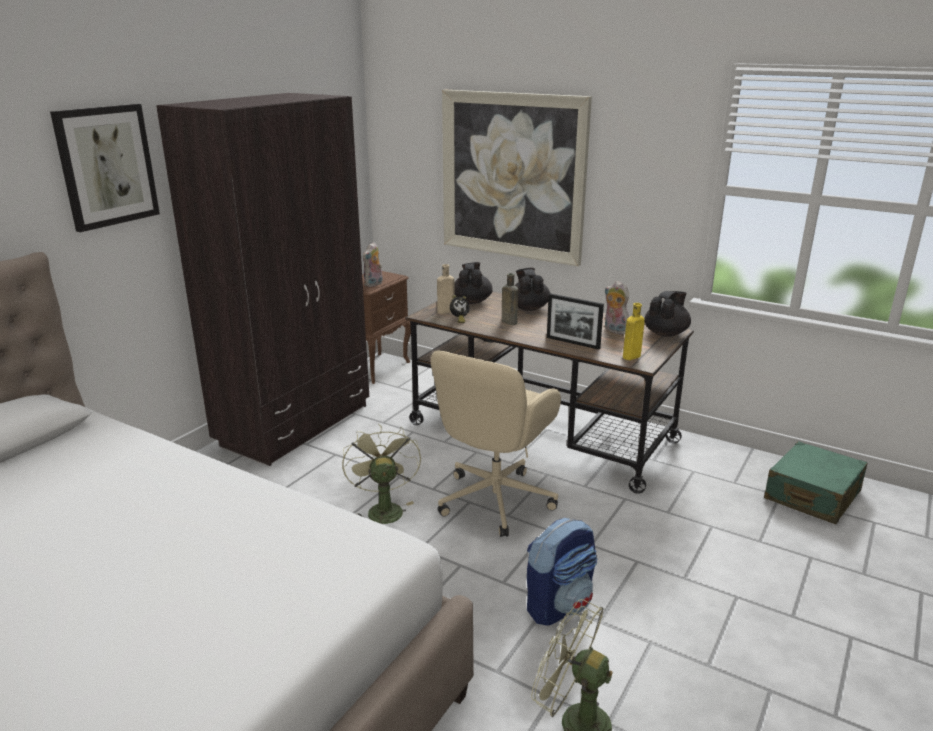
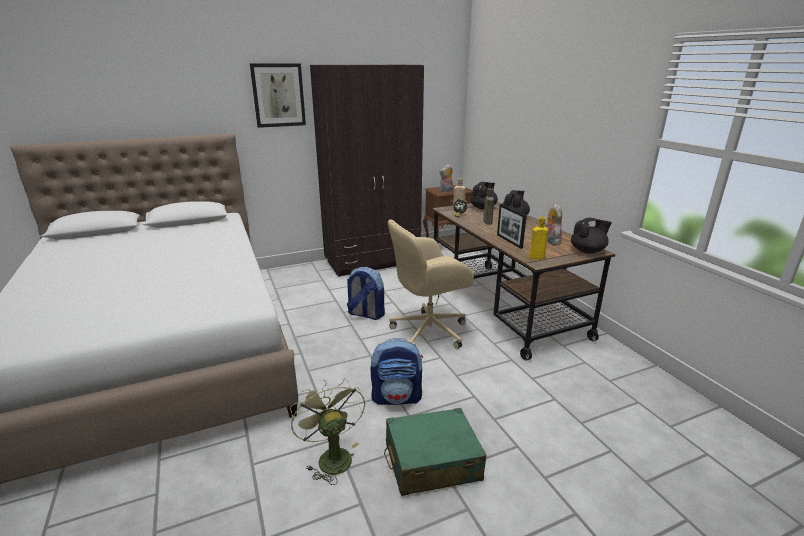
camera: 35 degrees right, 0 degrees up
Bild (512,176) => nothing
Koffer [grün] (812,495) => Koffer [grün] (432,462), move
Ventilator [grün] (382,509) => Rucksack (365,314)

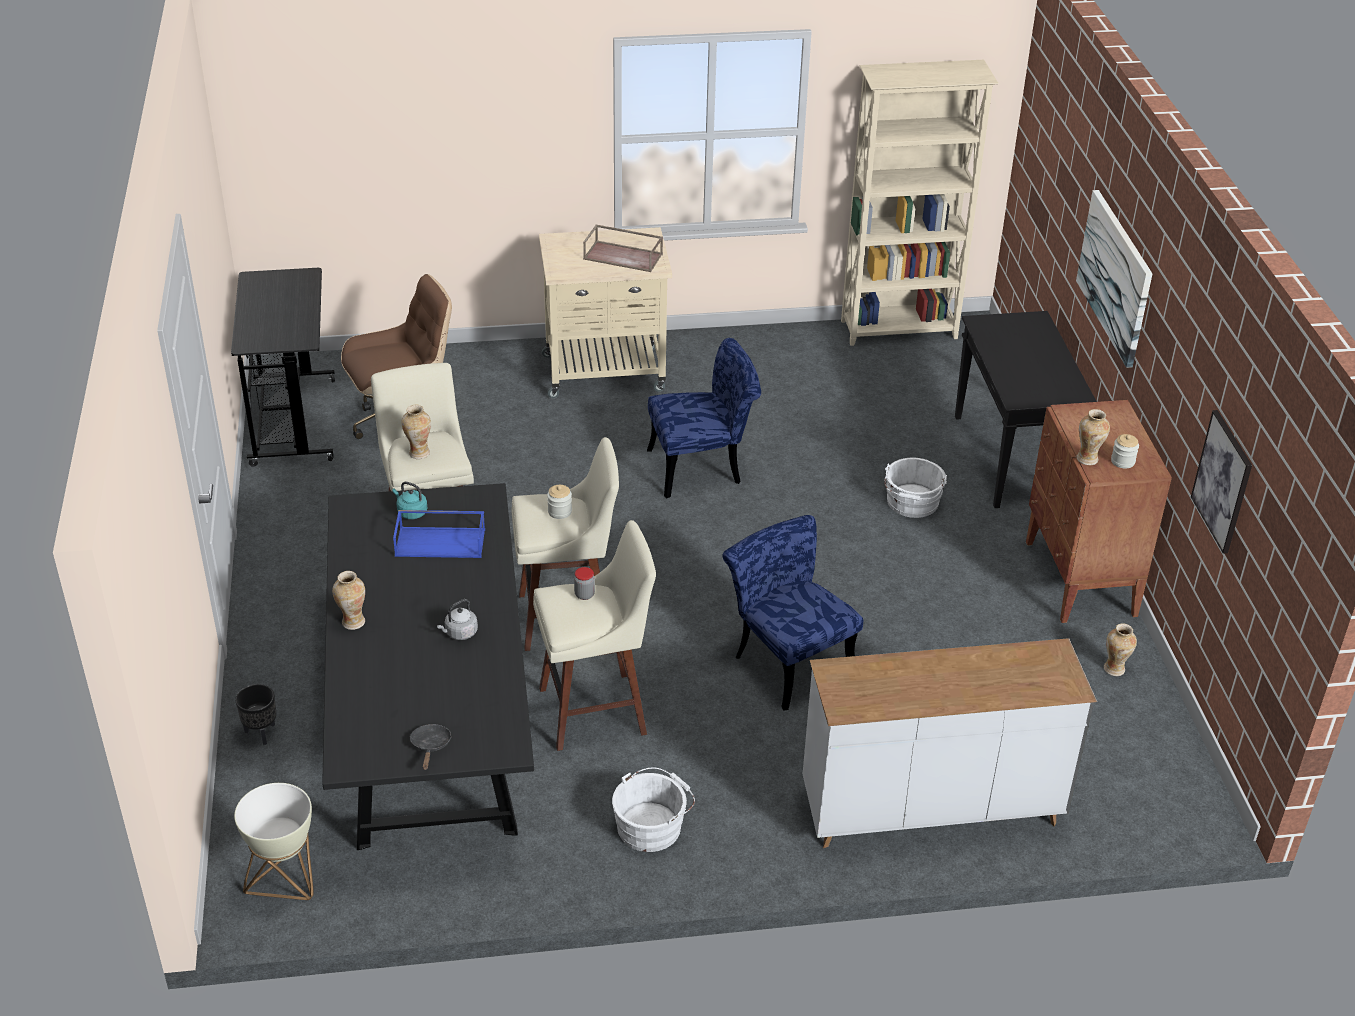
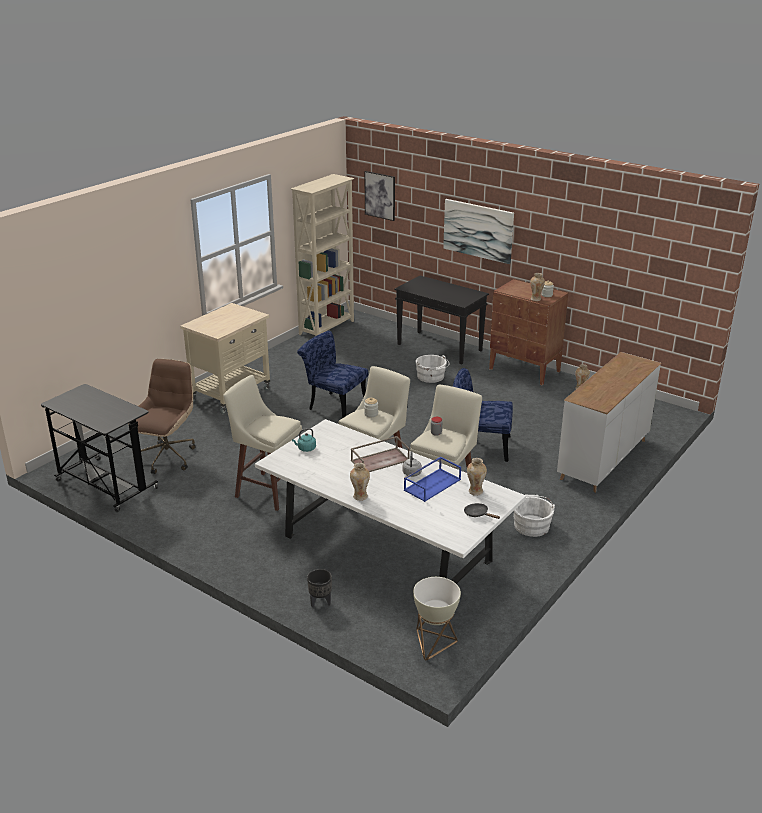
camera: 45 degrees left, 10 degrees down
Tablett [blau] (441,542) => Tablett [blau] (432,484), move
Vase (418,453) => Vase (475,491), move
Tablett [braun] (624,256) => Tablett [braun] (380,460), move
Bild (1222,481) => Bild (380,195), move
Esstisch [schwarz] (433,720) => Esstisch [weiß] (386,548)
Stuhl [blau] (703,467) => Stuhl [blau] (333,405), 90 degrees counterclockwise

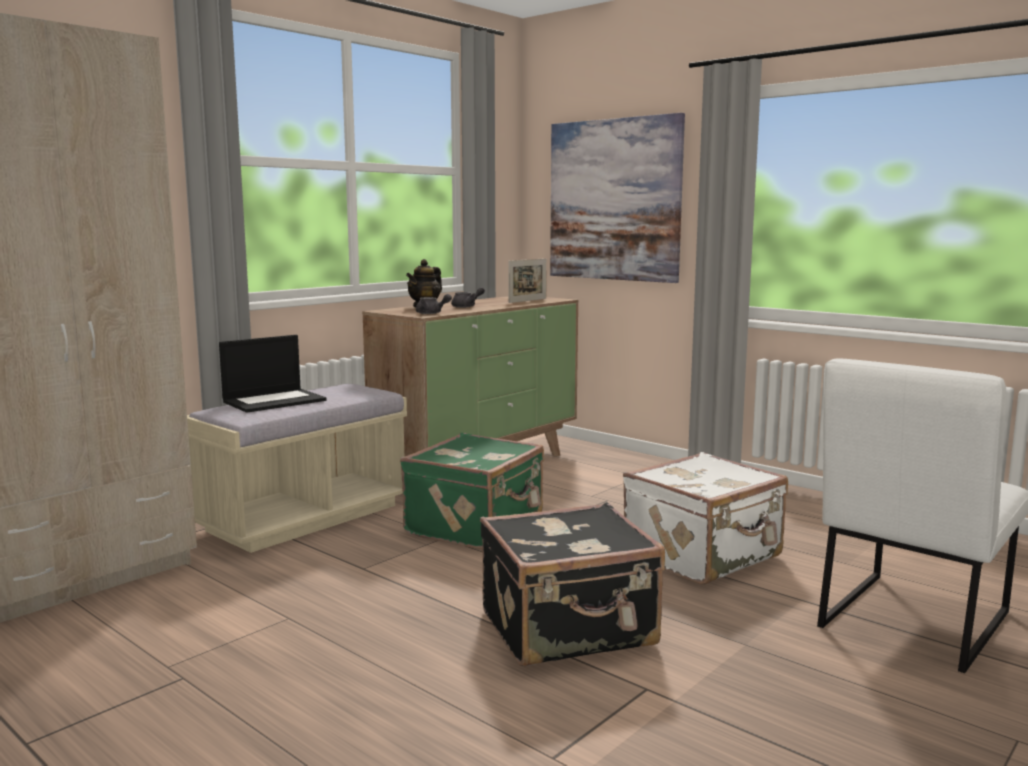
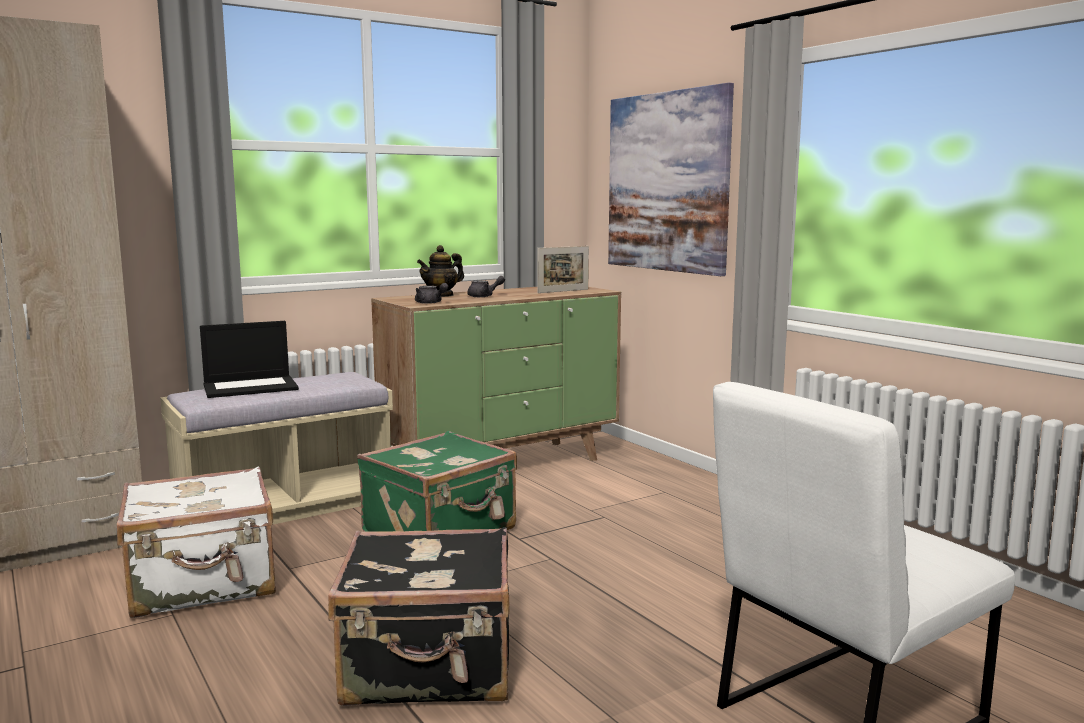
camera: 15 degrees right, 0 degrees up
Koffer [weiß] (704,556) => Koffer [weiß] (204,584), move

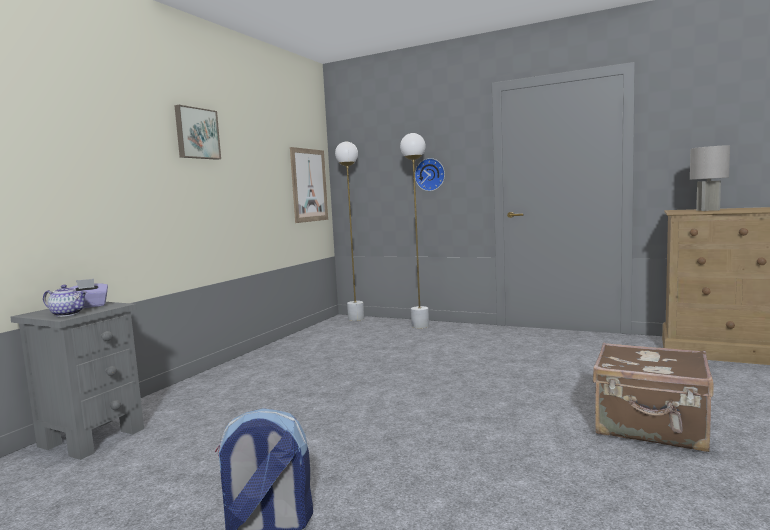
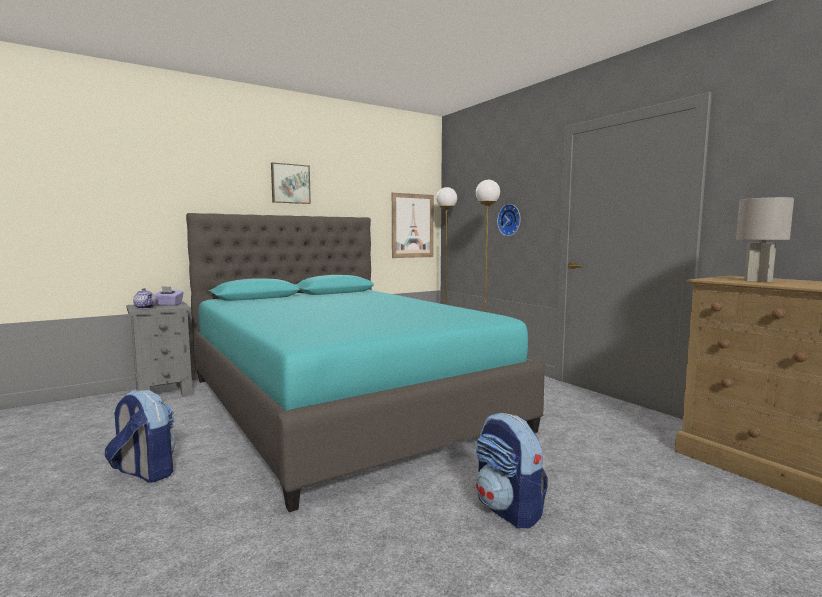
camera: 30 degrees right, 0 degrees up
nothing => Bett [türkis] (343,402)
Koffer [braun] (651,427) => Rucksack (508,509)

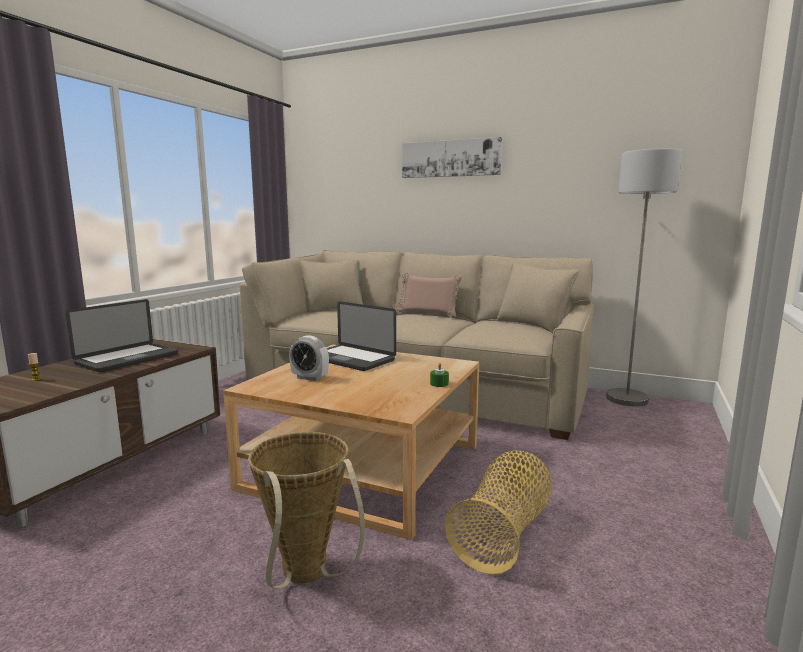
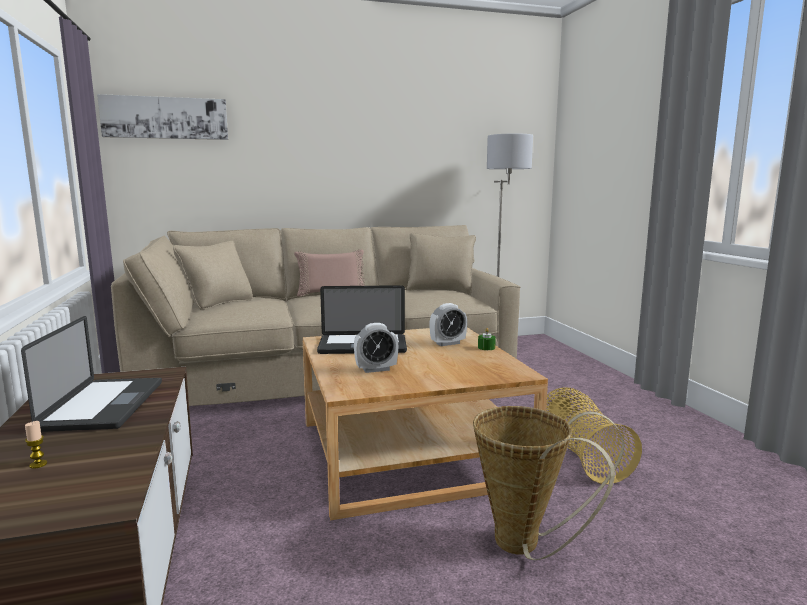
camera: 40 degrees left, 0 degrees up
nothing => Wecker (448,343)
Bild (450,158) => Bild (165,118), move

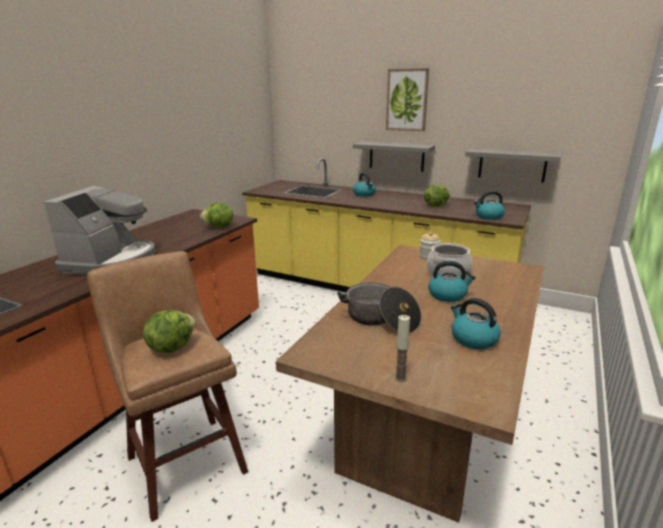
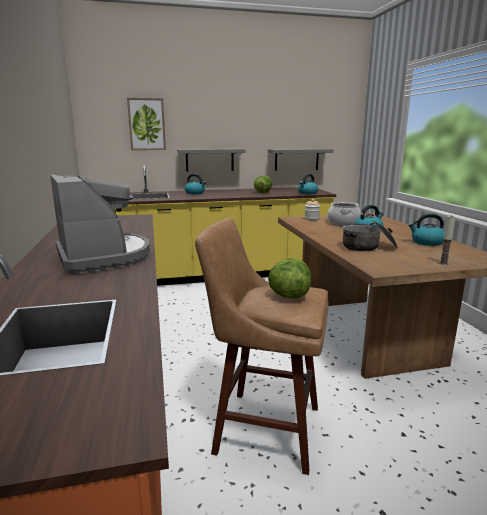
camera: 40 degrees left, 5 degrees down
Salatkopf (219,227) => nothing
Bild (407,100) => Bild (147,124), move

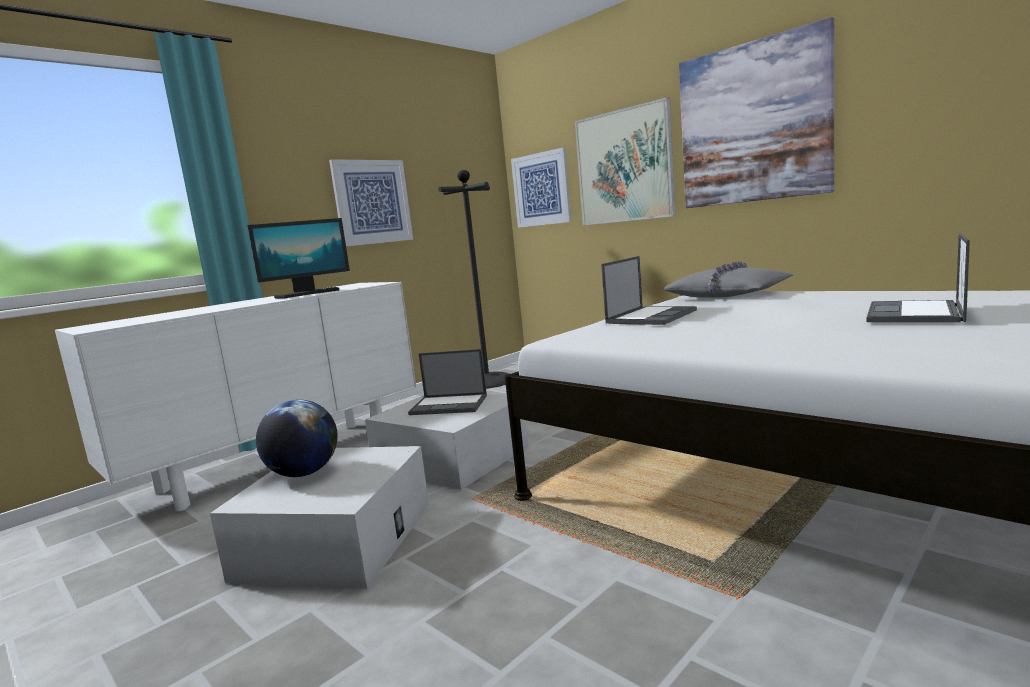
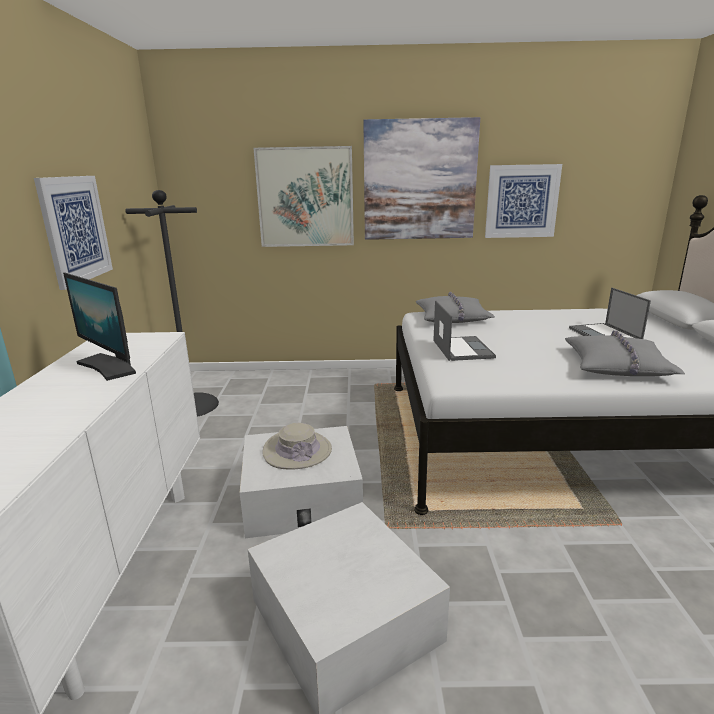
camera: 45 degrees left, 10 degrees up
Globus (304,473) => nothing
nothing => Kissen [grau] (617,366)
Bild (541,189) => Bild (522,201), move
Laptop (450,405) => Hut [beige] (297,450)
Monitor (308,293) => Monitor (109,366), 120 degrees clockwise

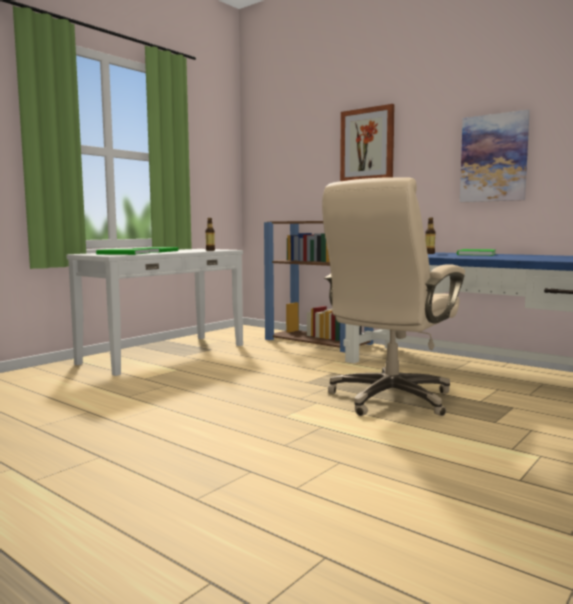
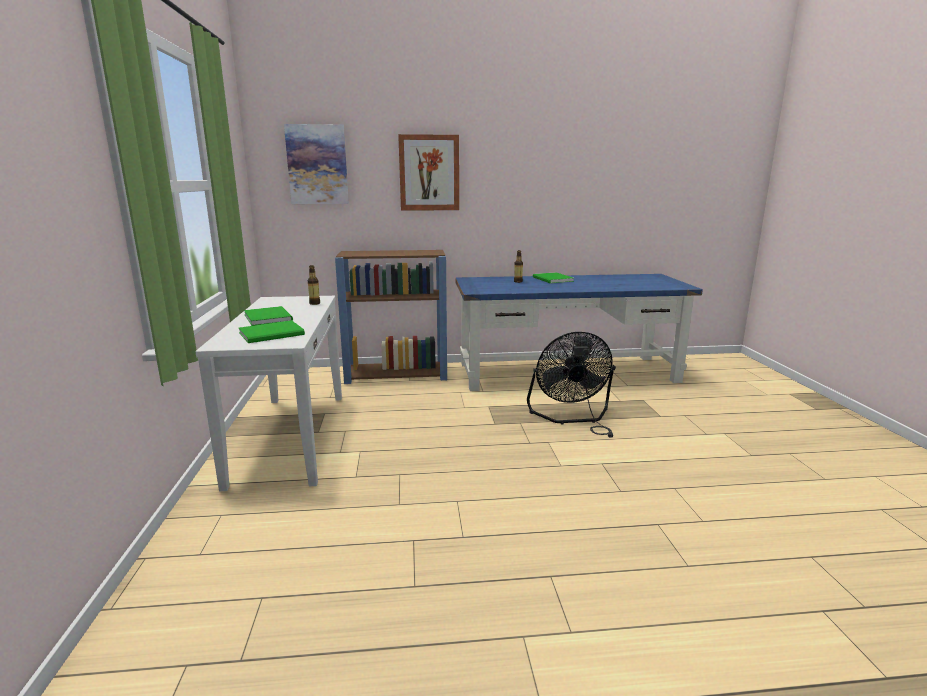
camera: 45 degrees left, 10 degrees up
Bild (494,158) => Bild (317,165), move
Bürostuhl [beige] (392,398) => Ventilator [schwarz] (576,417)

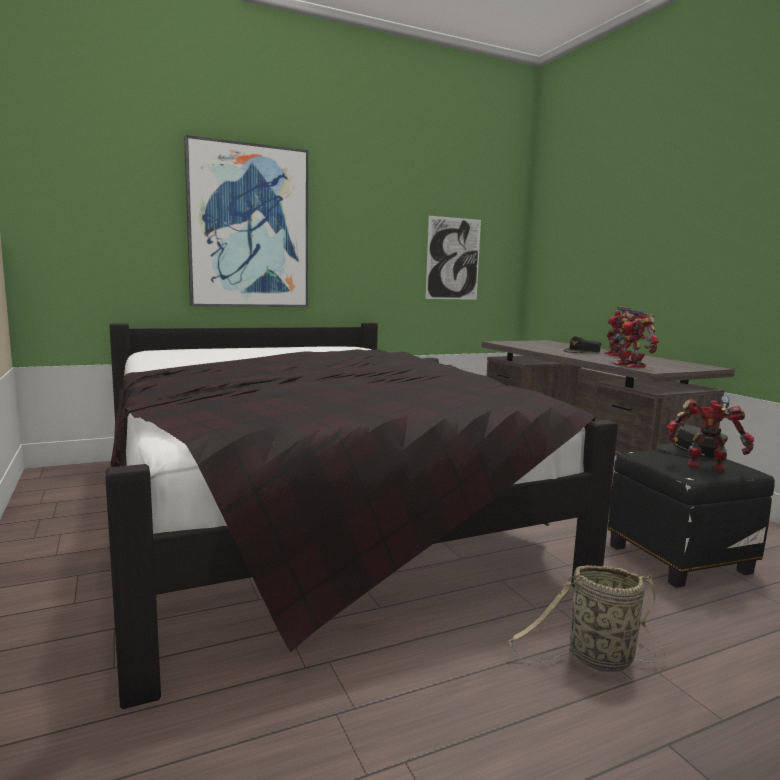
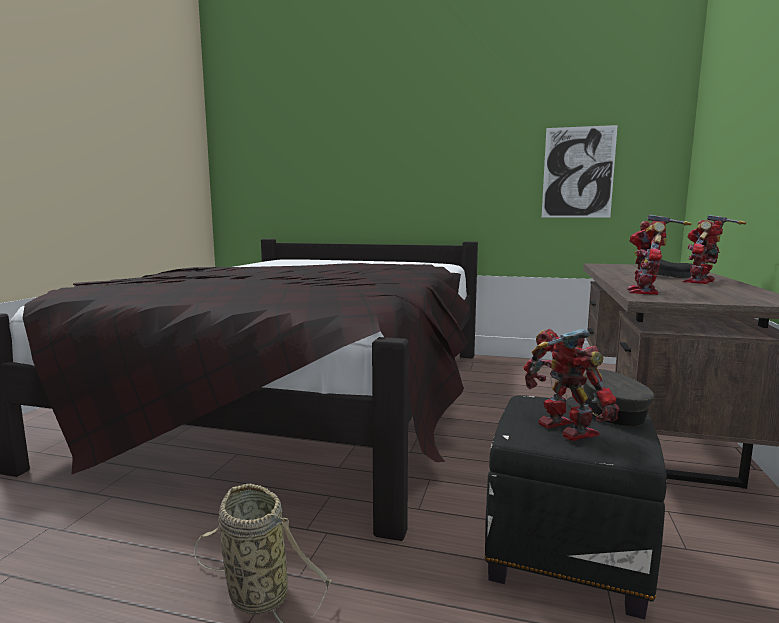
camera: 40 degrees right, 0 degrees up
Bild (248,227) => nothing

